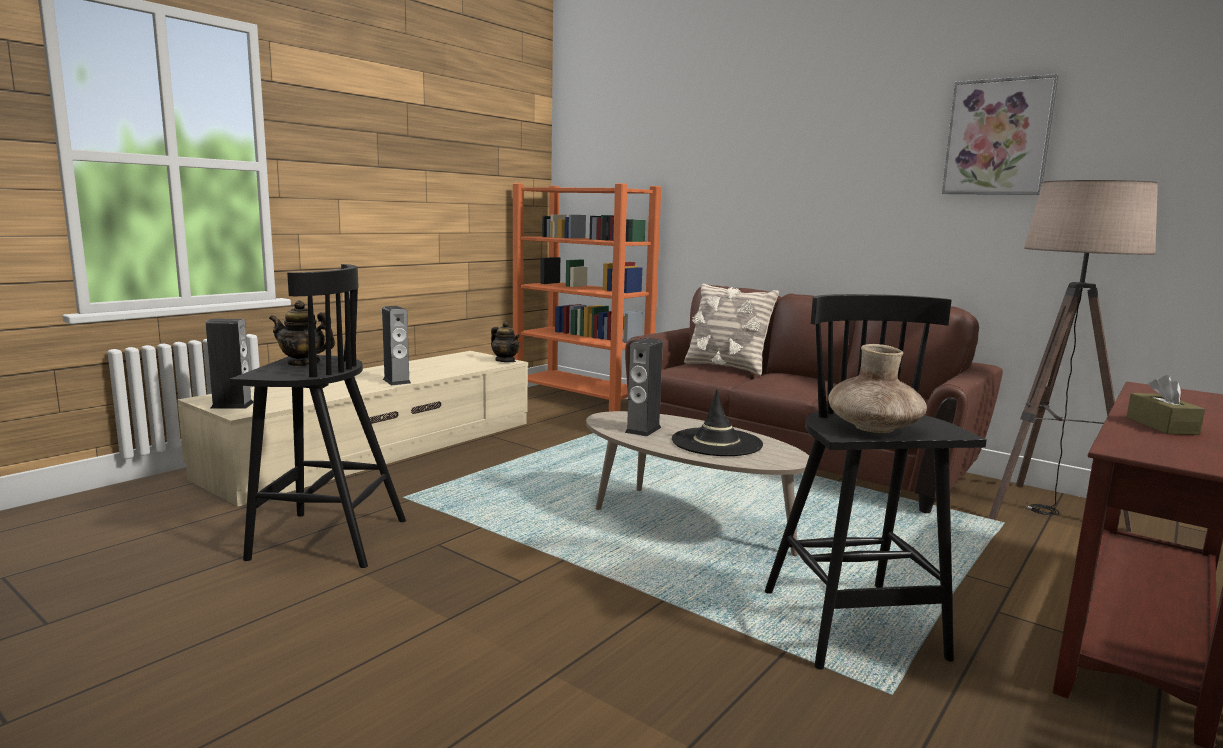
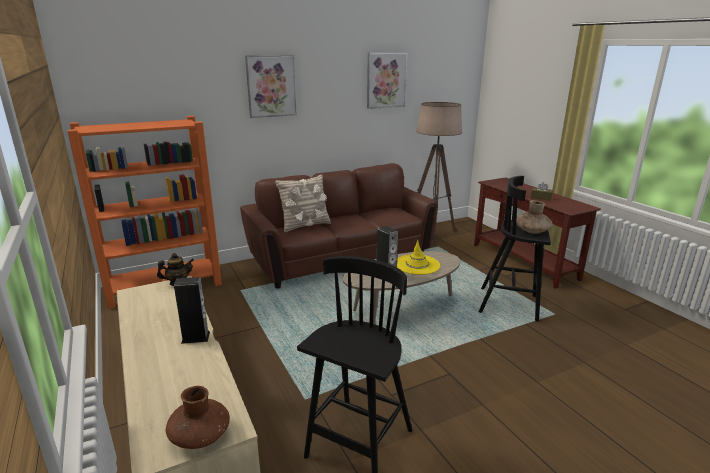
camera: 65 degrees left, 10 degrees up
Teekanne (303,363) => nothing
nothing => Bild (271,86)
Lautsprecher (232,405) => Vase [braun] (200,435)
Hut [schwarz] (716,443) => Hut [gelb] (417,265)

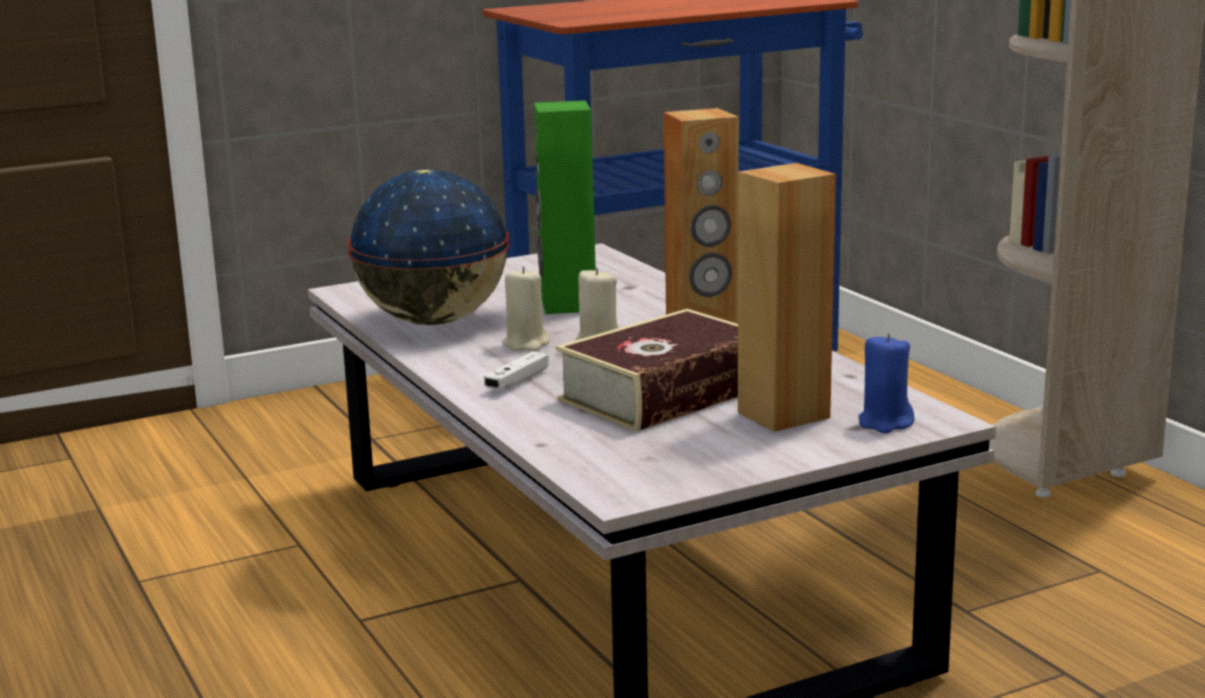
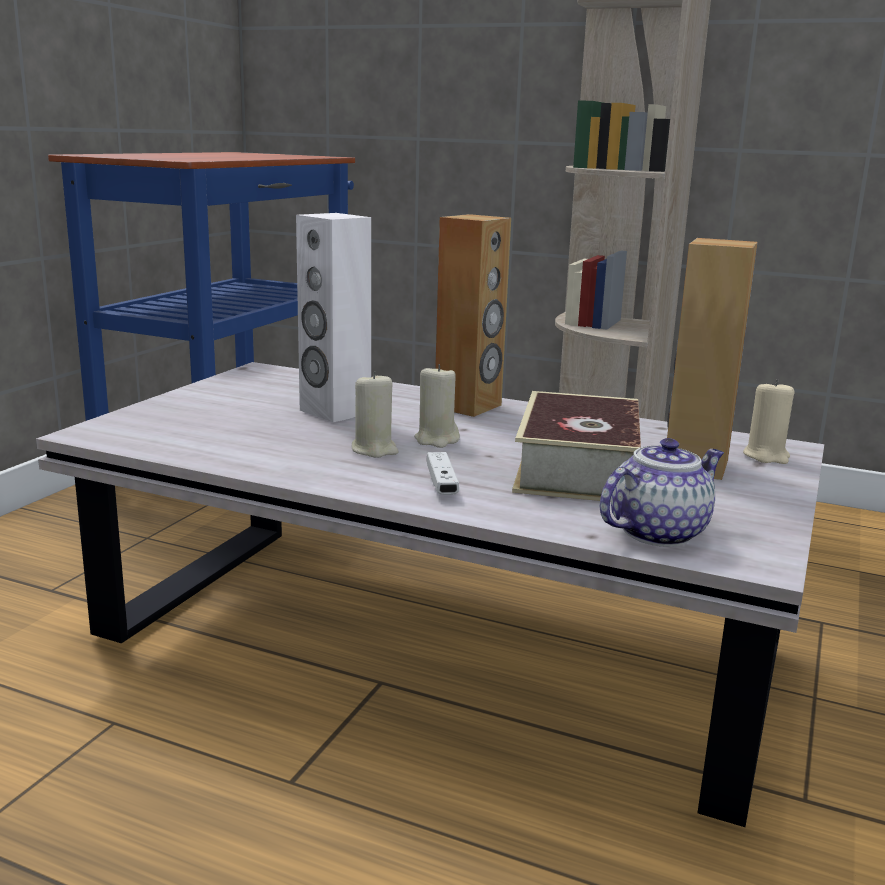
camera: 40 degrees left, 0 degrees up
Globus (434,321) => nothing
nothing => Teekanne (658,532)
Lautsprecher [grün] (567,304) => Lautsprecher [weiß] (334,412)
Kerze [blau] (885,423) => Kerze [beige] (766,456)

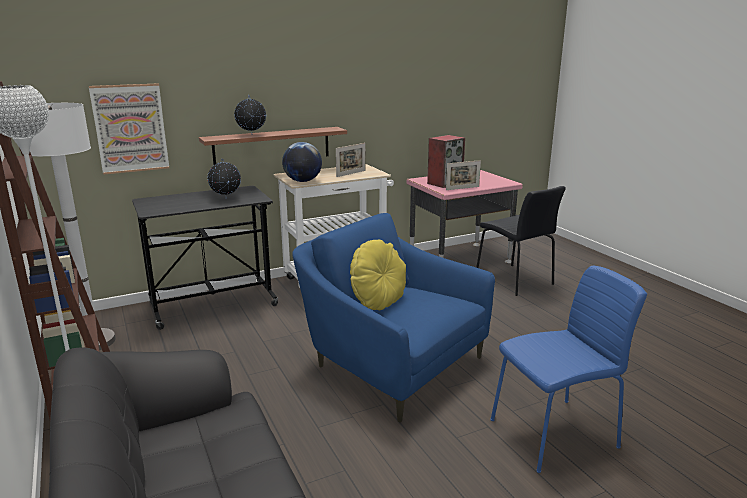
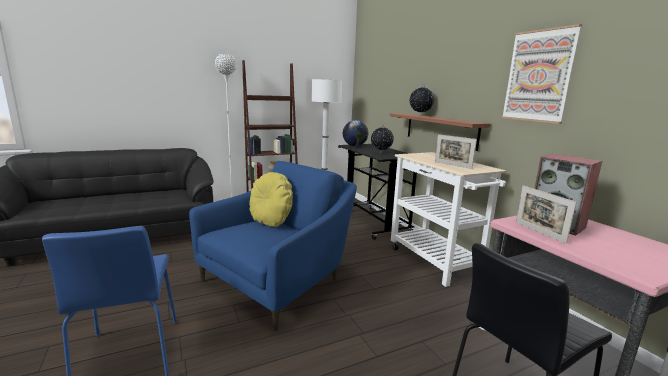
camera: 90 degrees right, 5 degrees down
Bild (130,128) => Bild (538,76), move
Globus (303,181) => Globus (354,146), move

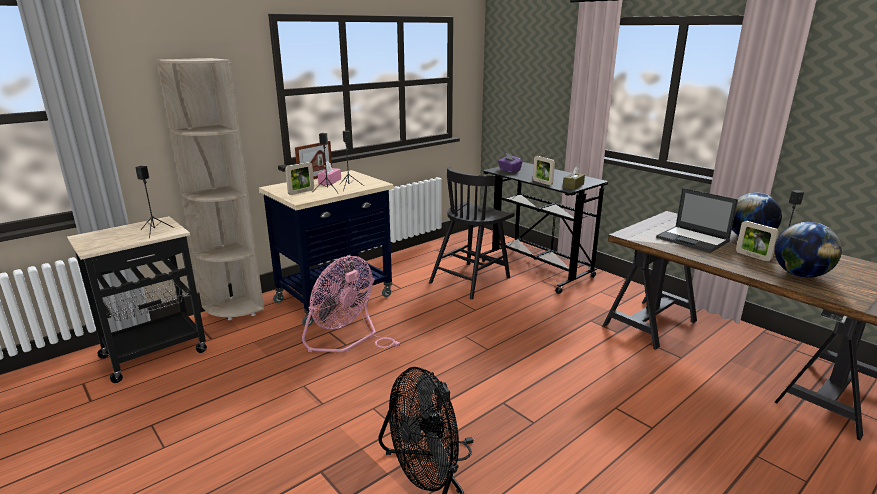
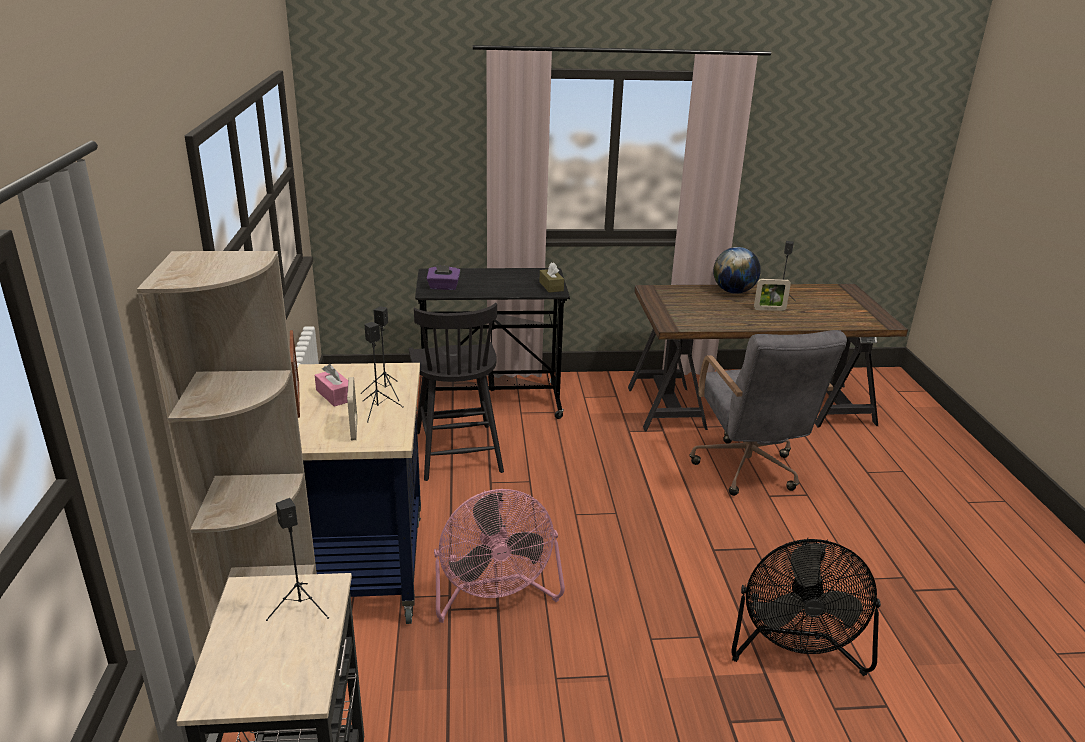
camera: 55 degrees left, 5 degrees up
Bilderrahmen (542,182) => nothing
Laptop (693,240) => nothing
Globus (799,274) => nothing
nothing => Bürostuhl [grau] (748,472)
Ventilator [rosa] (353,338) => Ventilator [rosa] (489,595), 90 degrees counterclockwise

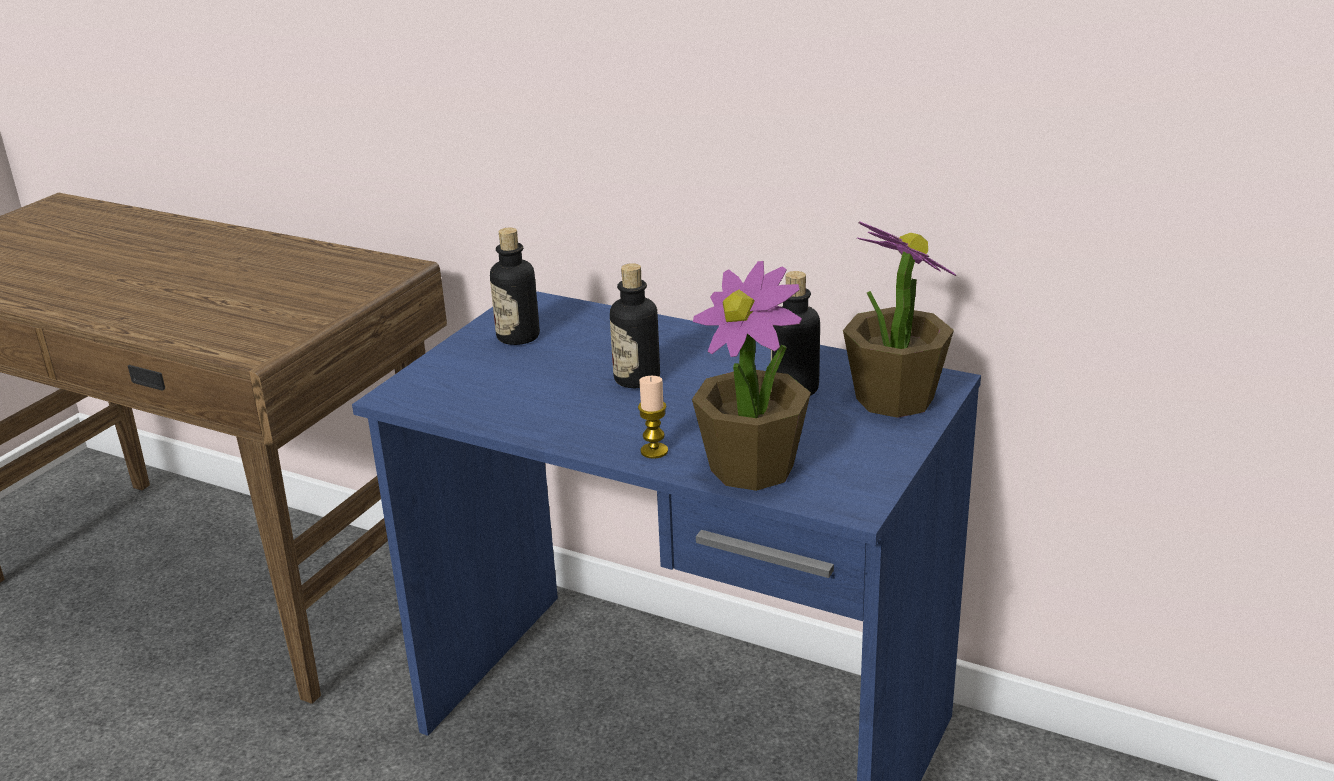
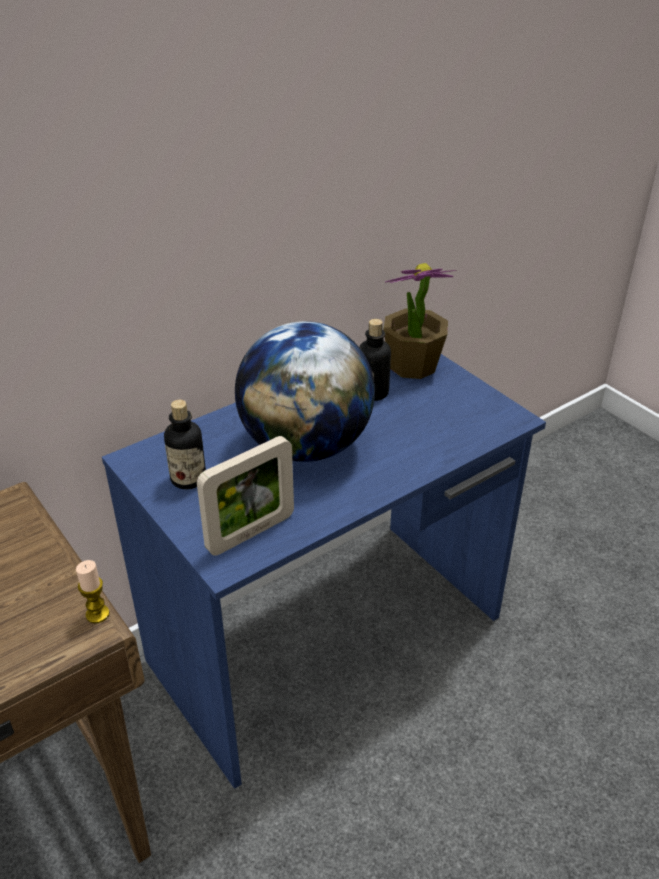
camera: 65 degrees left, 10 degrees up
Topfpflanze (753,468) => nothing
nothing => Bilderrahmen (250,533)
Kerze (654,451) => Kerze (97,614), move
Flasche (637,379) => Globus (306,445)

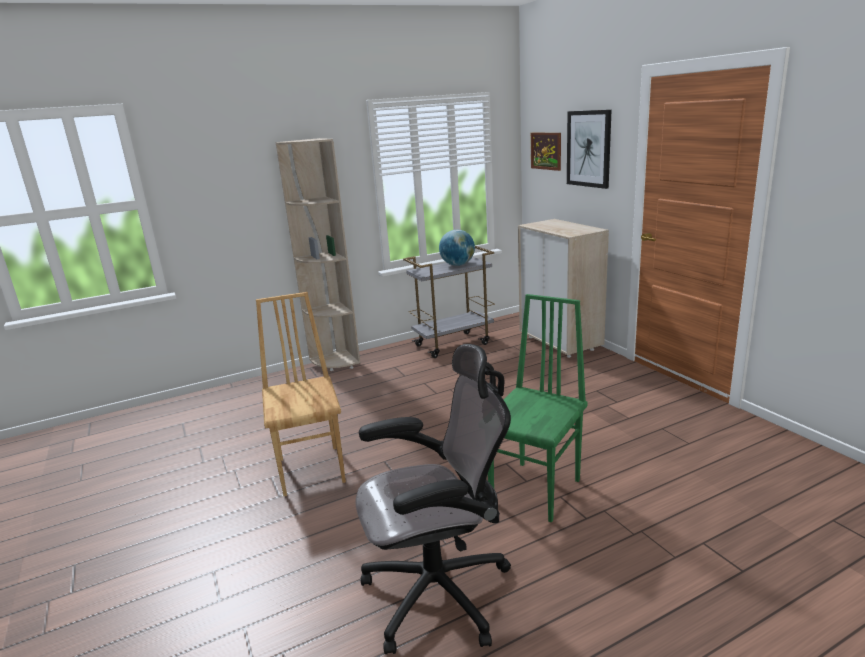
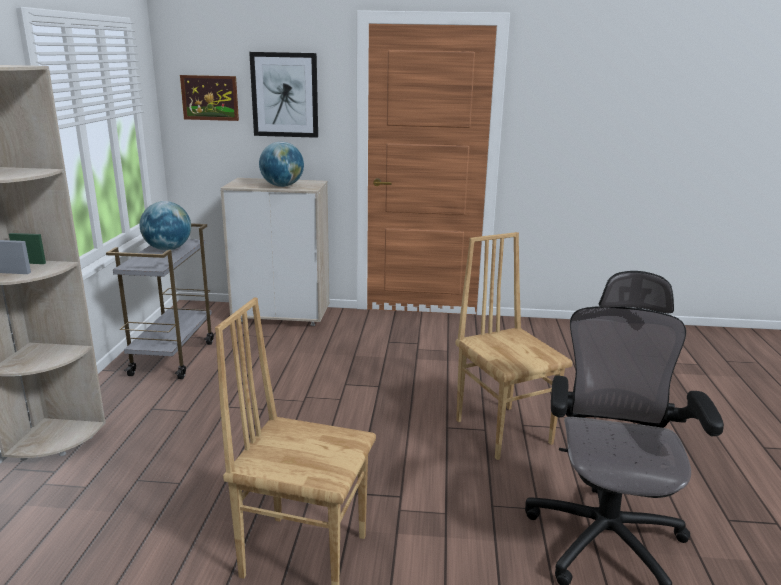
camera: 60 degrees left, 0 degrees up
nothing => Globus (282,186)
Stuhl [grün] (537,490) => Stuhl [braun] (504,431)

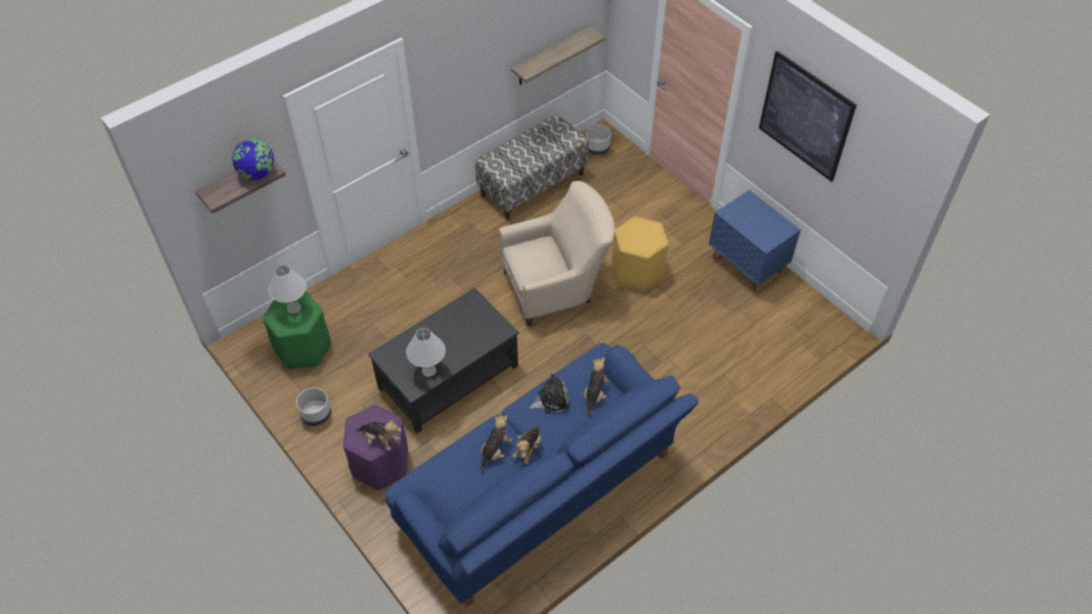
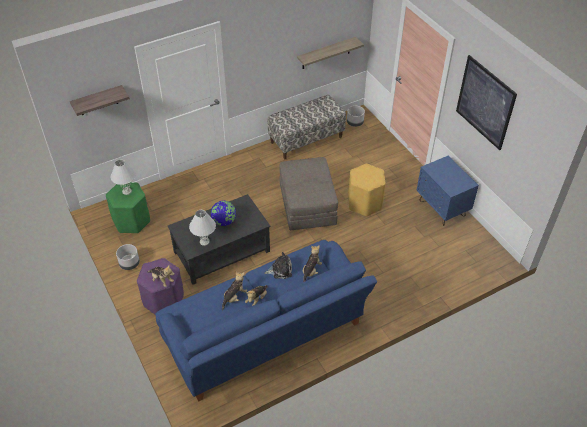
camera: 10 degrees right, 5 degrees down
Globus (257,173) => Globus (224,221), move
Sessel [beige] (556,287) => Polsterhocker [grau] (307,205)

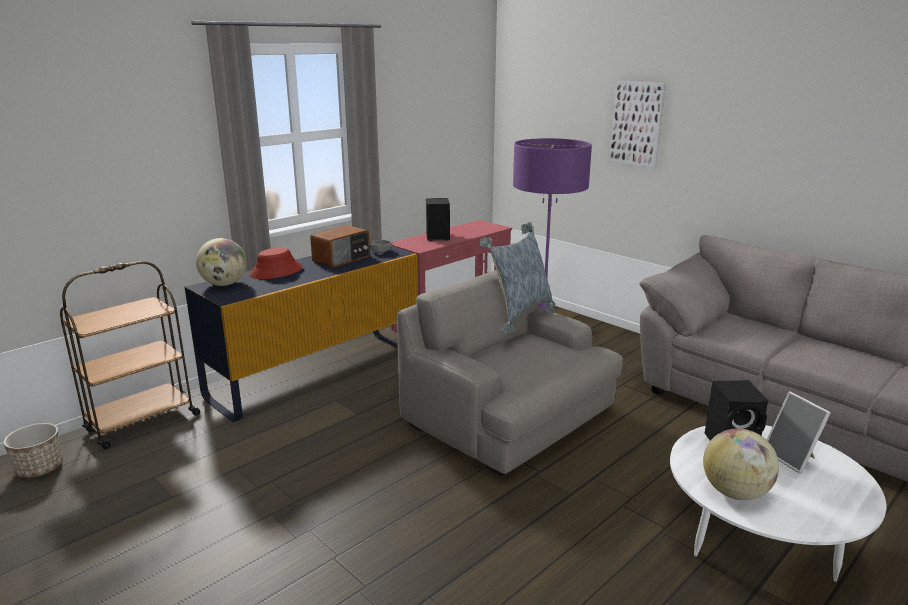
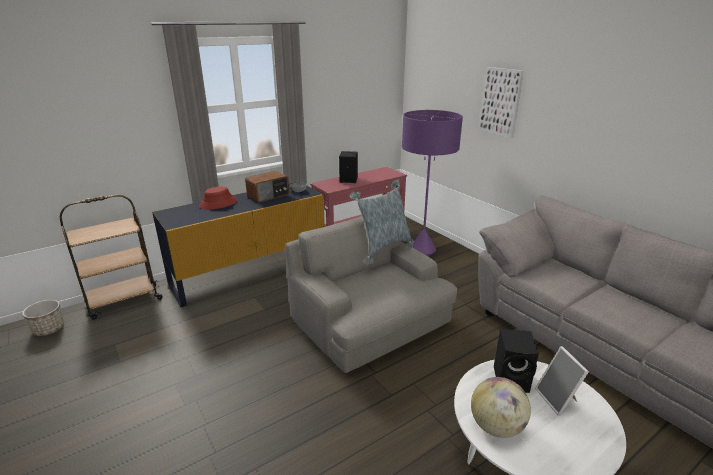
camera: 10 degrees right, 5 degrees up
Globus (224,284) => nothing

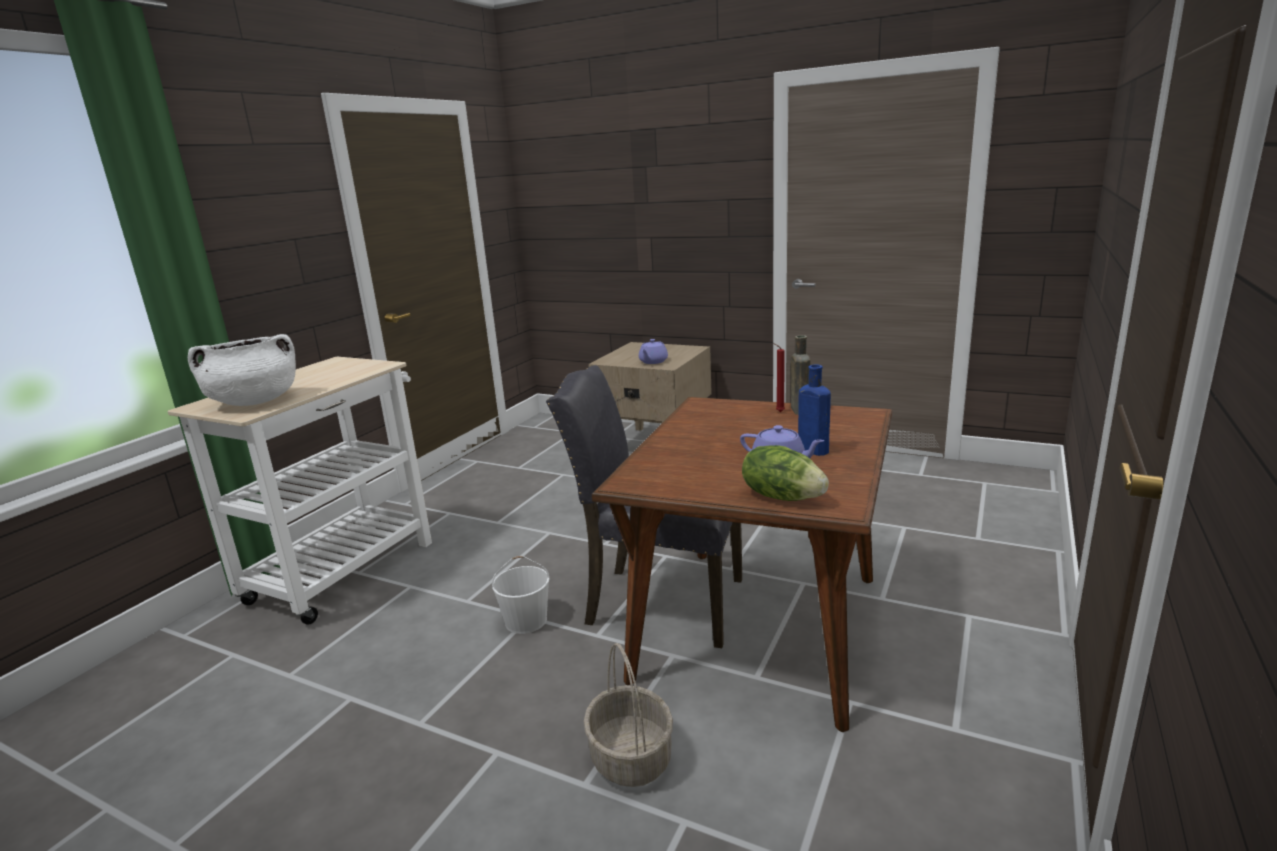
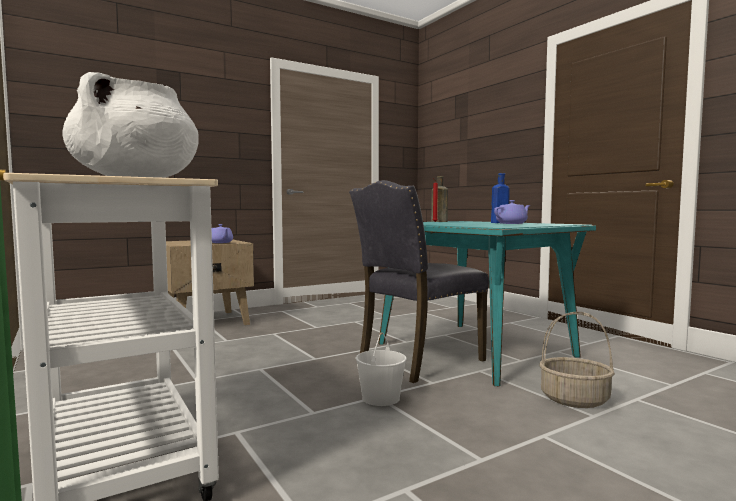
camera: 60 degrees left, 15 degrees down
Salatkopf (782,496) => nothing
Esstisch [braun] (759,626) => Esstisch [türkis] (474,350)

